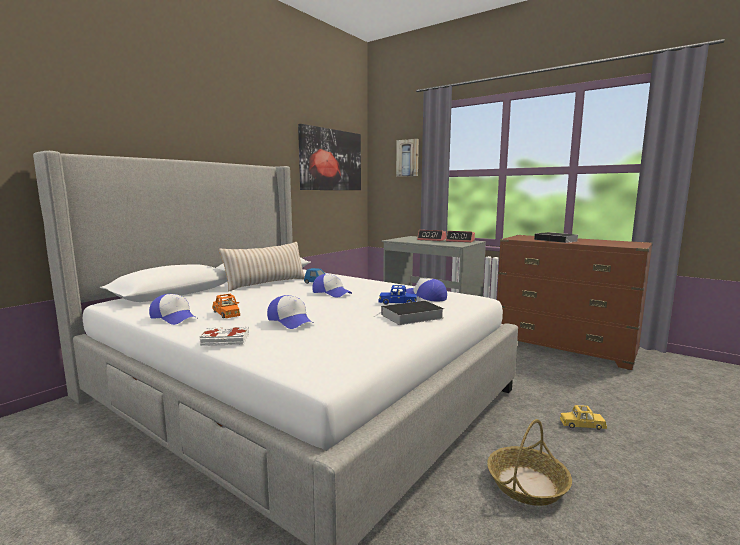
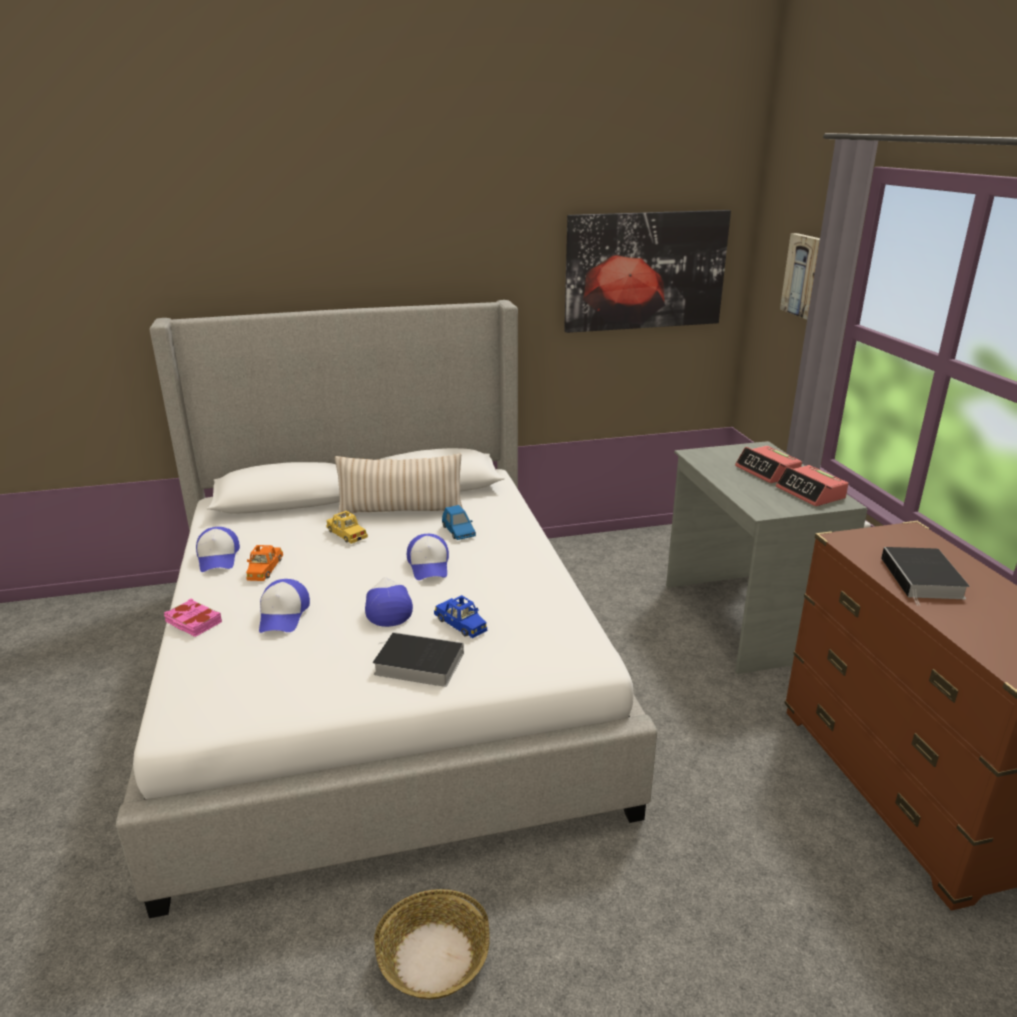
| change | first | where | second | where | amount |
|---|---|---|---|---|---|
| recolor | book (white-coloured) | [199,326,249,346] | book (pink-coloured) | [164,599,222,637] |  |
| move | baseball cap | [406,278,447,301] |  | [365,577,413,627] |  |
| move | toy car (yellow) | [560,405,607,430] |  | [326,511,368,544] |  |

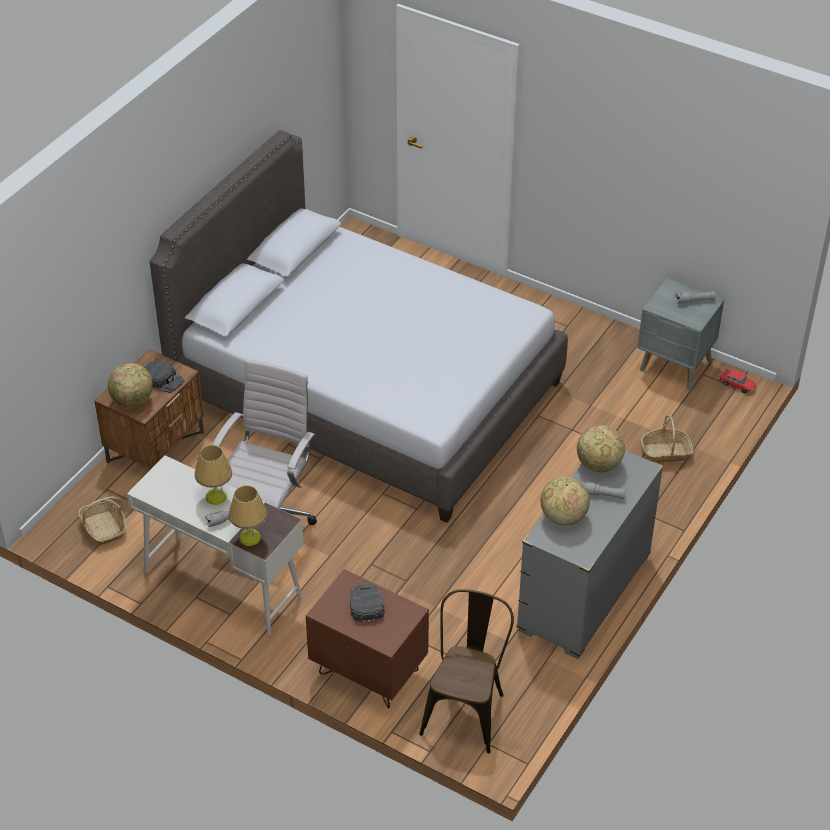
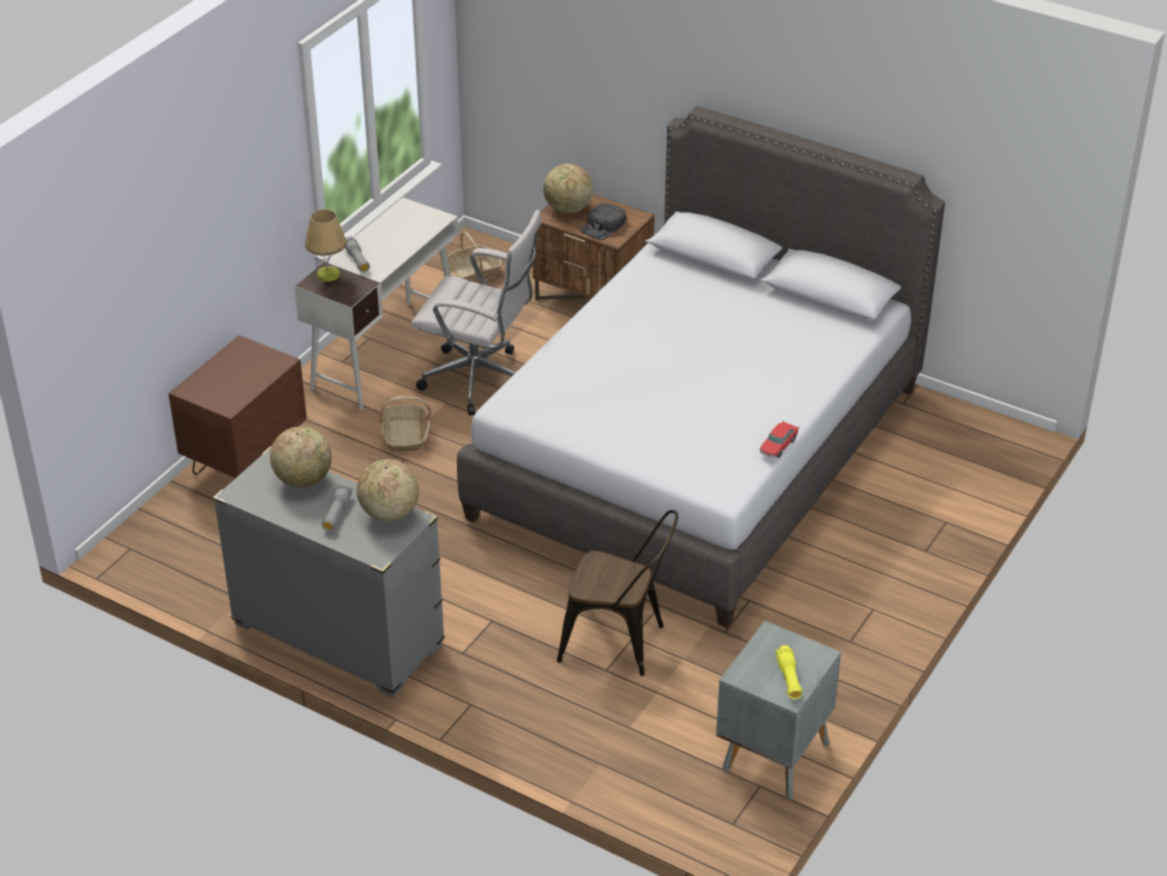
| change | first | where | second | where | amount |
|---|---|---|---|---|---|
| delete | table lamp | [195,445,232,505] |  |  |  |
| delete | baseball cap (black) | [350,584,384,623] |  |  |  |
| move | plain chair (brown) | [419,589,514,753] |  | [557,510,678,676] |  |
| move | basket | [641,415,694,463] |  | [380,396,431,452] |  |
| recolor | hand torch (greyish) | [675,291,716,304] | hand torch (yellow) | [776,645,802,699] |  |
| move | toy car | [720,369,756,393] |  | [759,421,799,458] |  |

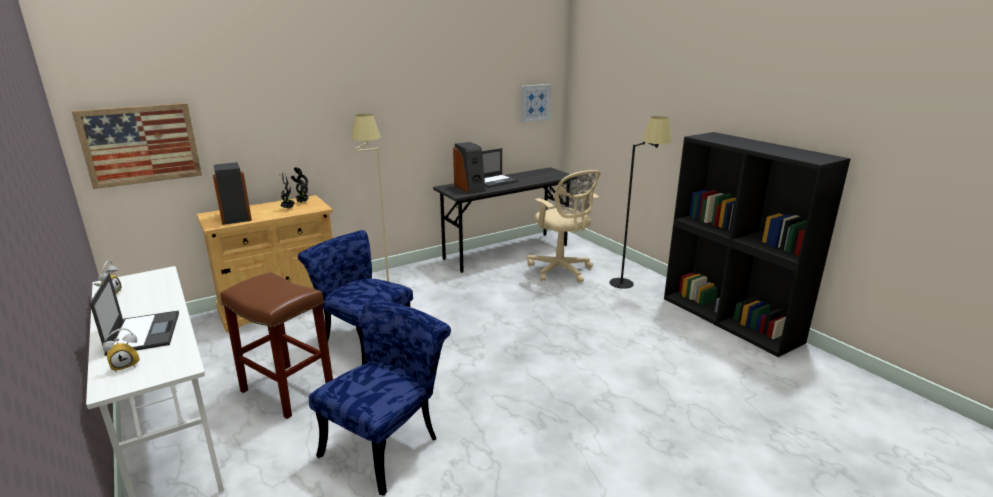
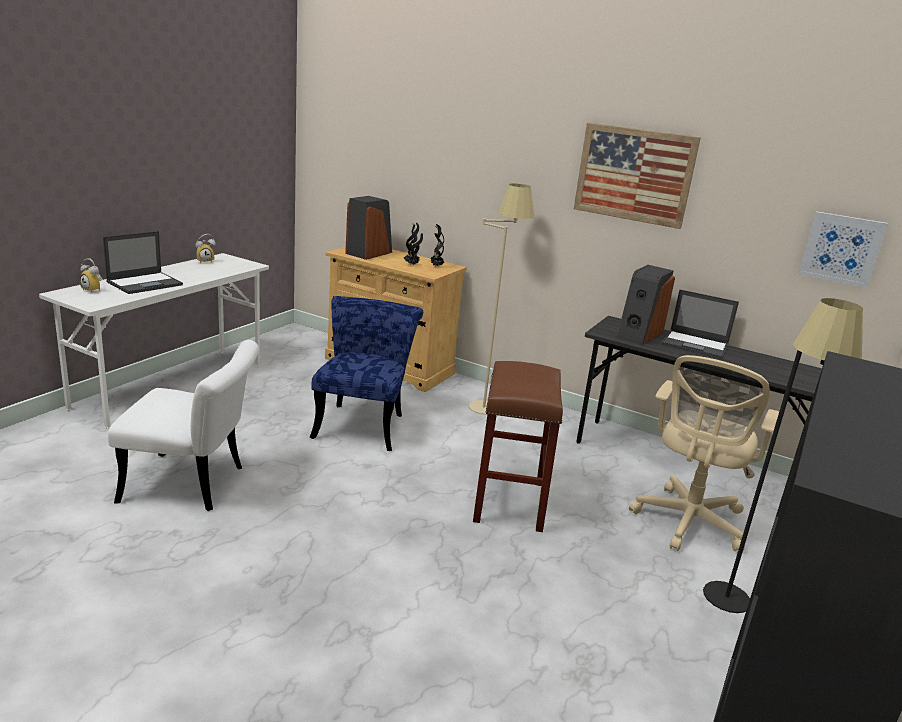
| change | first | where | second | where | amount |
|---|---|---|---|---|---|
| move | wall picture | [71,103,202,189] |  | [574,123,701,229] |  |
| move | stool seat (brown) | [220,272,333,419] |  | [473,361,563,532] |  |
| recolor | plain chair (blue) | [309,298,451,496] | plain chair (white-coloured) | [108,340,259,511] |  |

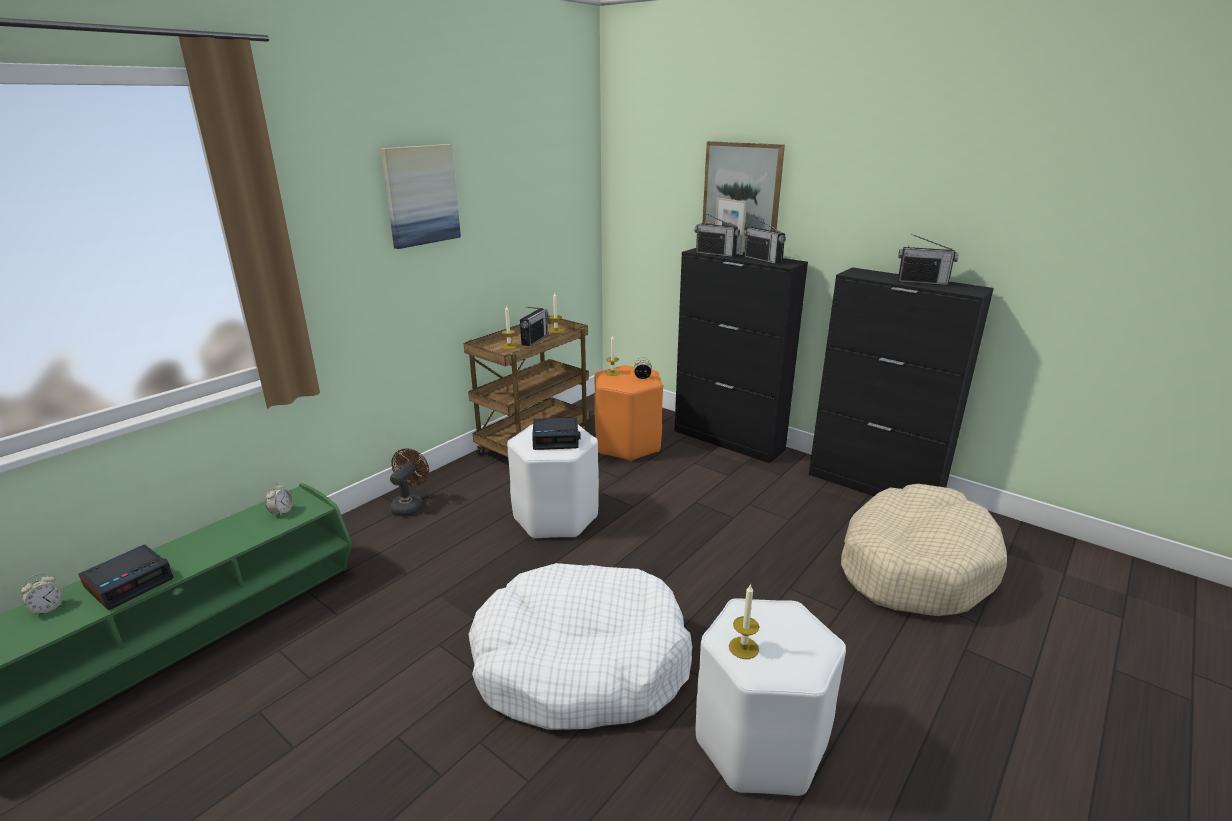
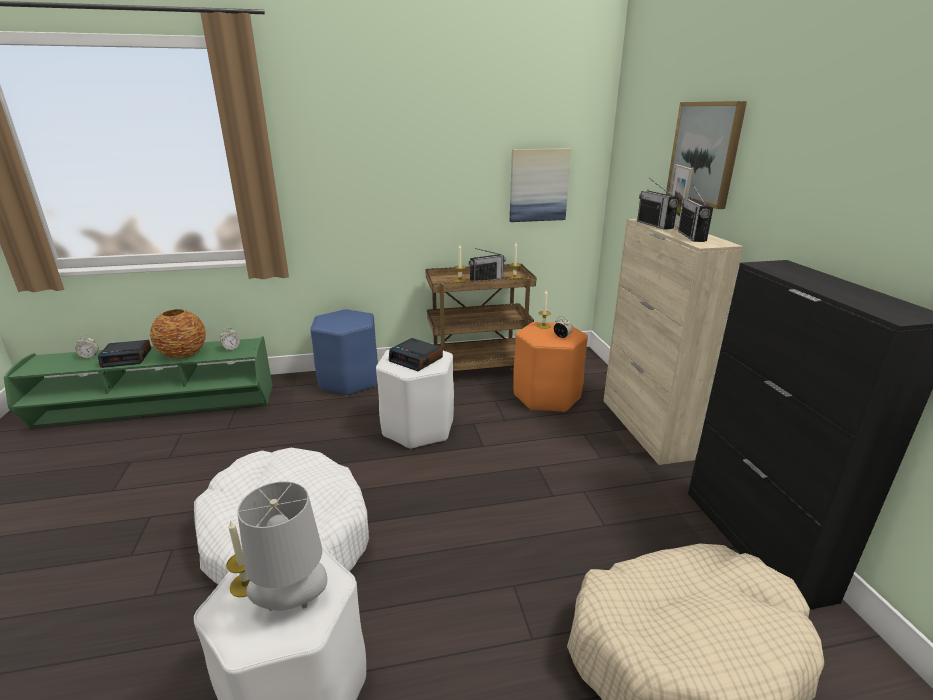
| change | first | where | second | where | amount |
|---|---|---|---|---|---|
| move | wall picture | [380,144,461,249] |  | [510,148,571,222] |  |
| replace | electric fan (brown) | [390,448,429,517] | stool seat (blue) | [310,309,378,396] |  |
| recolor | cabinet (black) | [674,248,808,463] | cabinet (beige) | [603,219,743,465] |  |
| delete | radio set | [898,234,959,285] |  |  |  |
| insert |  |  | decorative vase | [150,309,206,359] |  |
| insert |  |  | table lamp (greyish) | [237,481,327,611] |  |

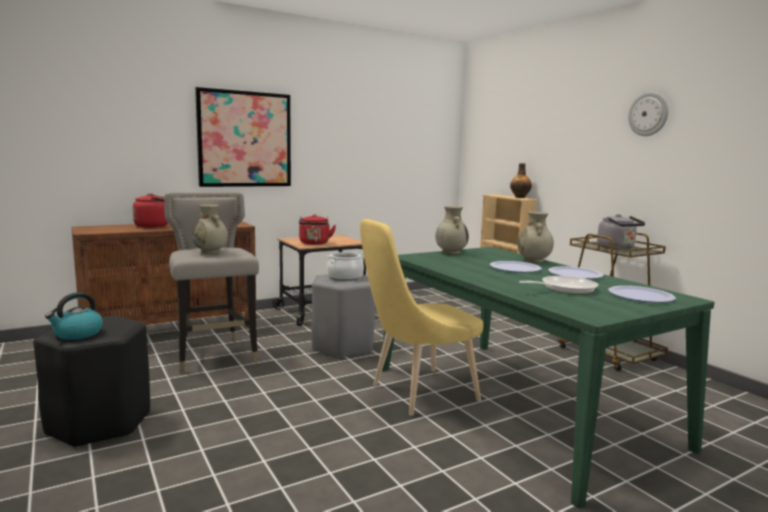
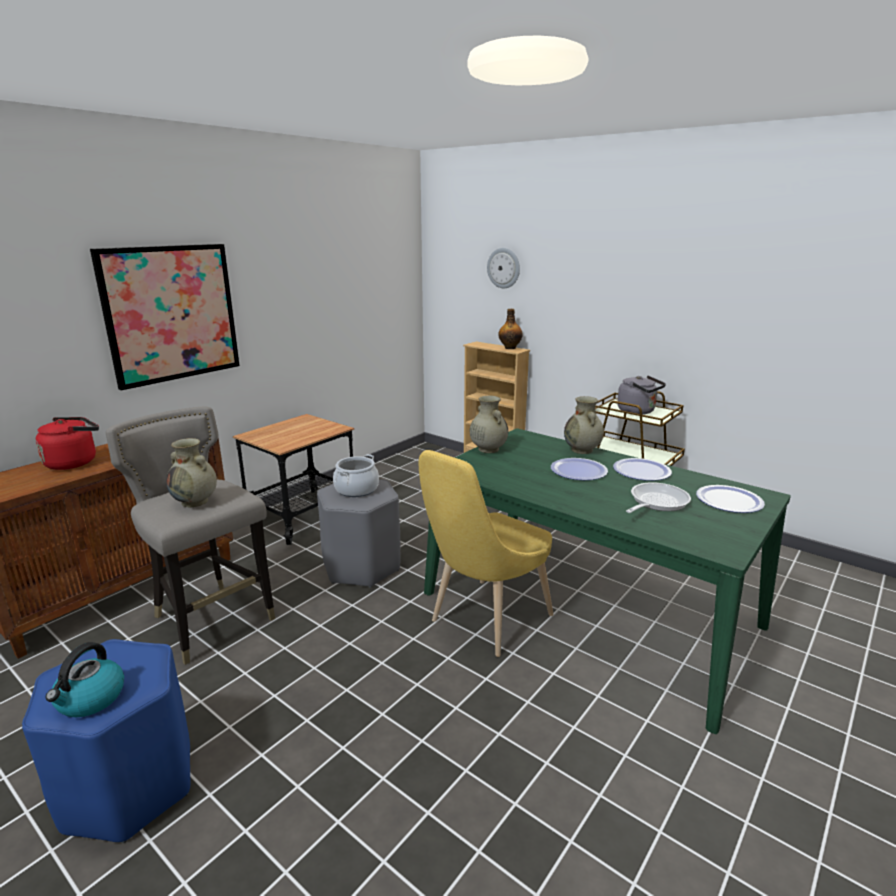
| change | first | where | second | where | amount |
|---|---|---|---|---|---|
| recolor | stool seat (black) | [33,316,150,448] | stool seat (blue) | [22,639,191,843] |  |
| delete | tea kettle (red-coloured) | [299,214,336,245] |  |  |  |
| move | hanging clock | [628,92,668,136] |  | [487,248,520,288] |  |

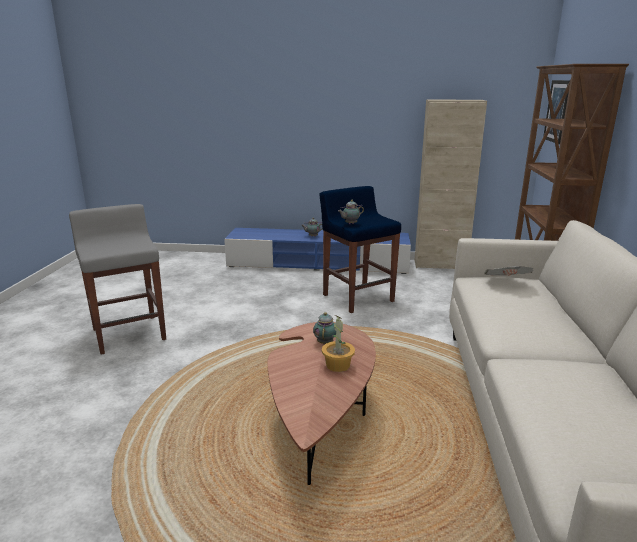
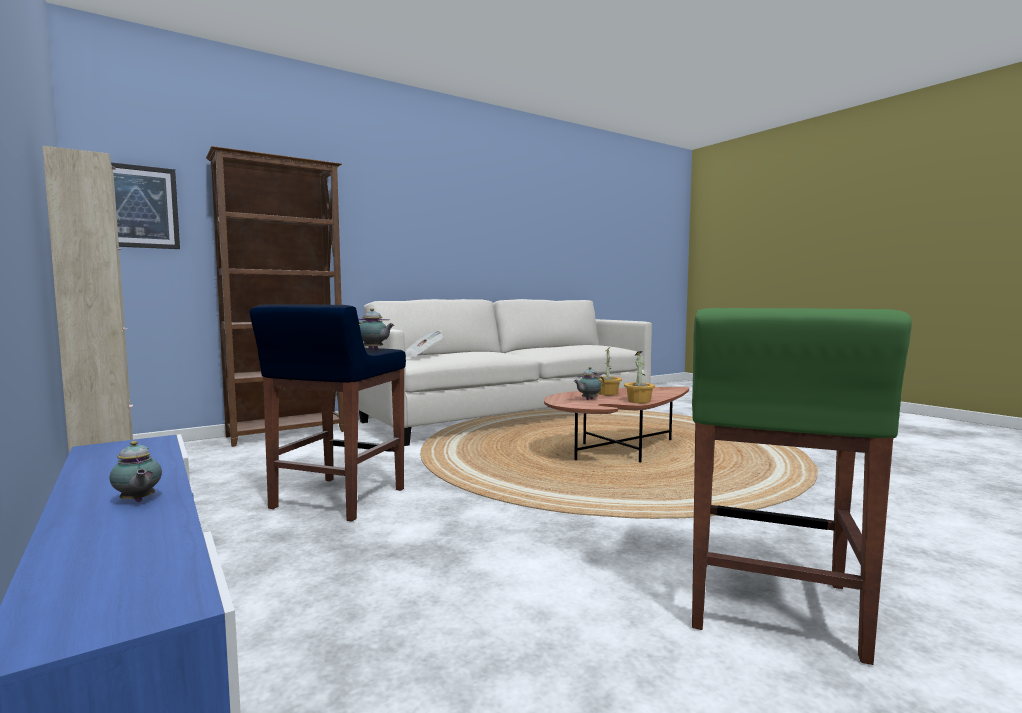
| change | first | where | second | where | amount |
|---|---|---|---|---|---|
| recolor | stool seat (greyish) | [69,204,166,354] | stool seat (green) | [692,308,912,665] |  |
| insert |  |  | potted plant | [624,351,655,403] |  |

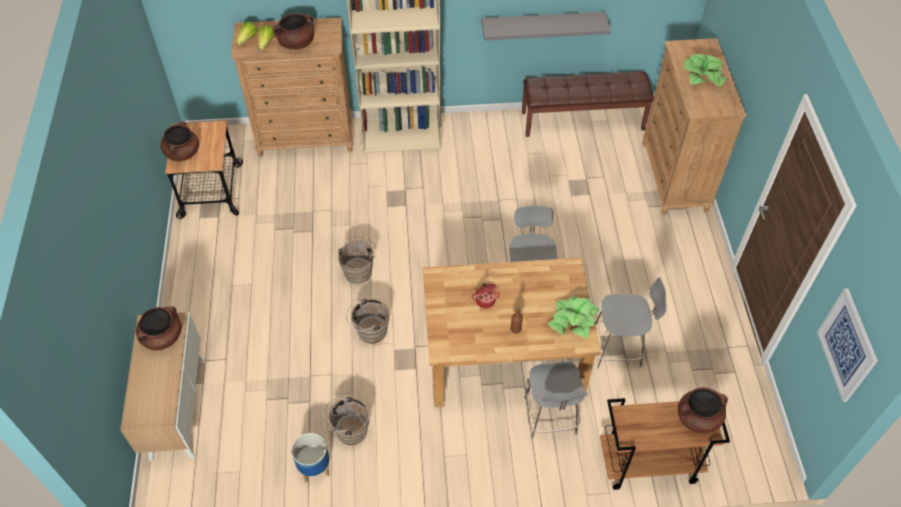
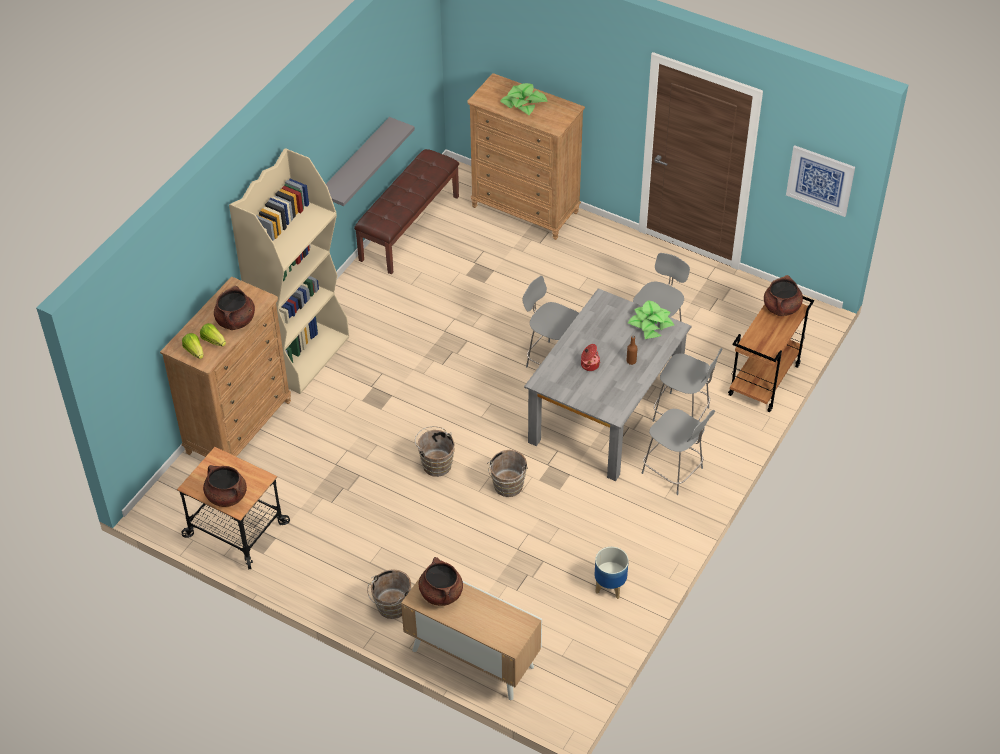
| change | first | where | second | where | amount |
|---|---|---|---|---|---|
| move | bucket (brown) | [323,395,370,445] |  | [367,569,411,619] |  |
| recolor | dining table (brown) | [423,258,601,407] | dining table (greyish) | [524,288,691,481] |  |
| insert |  |  | stool seat (greyish) | [642,409,715,495] |  |

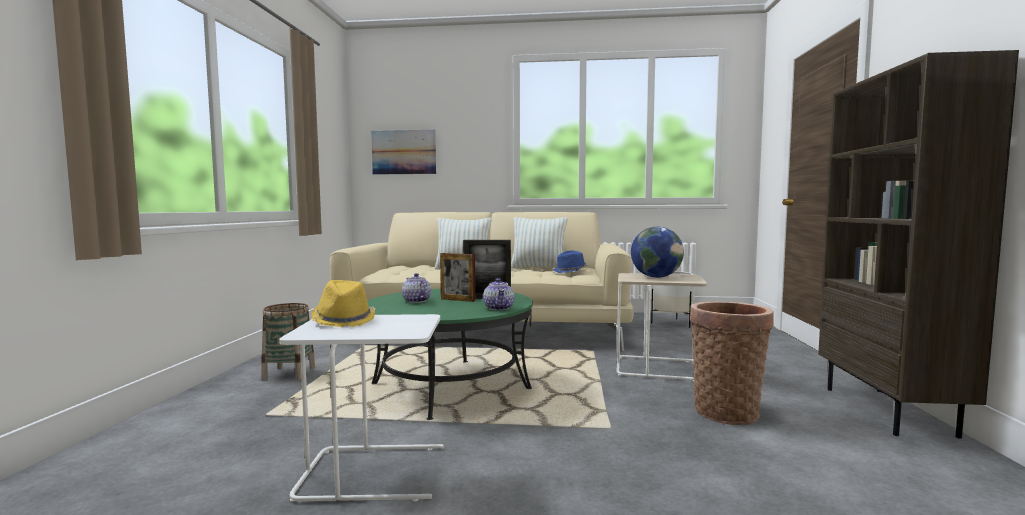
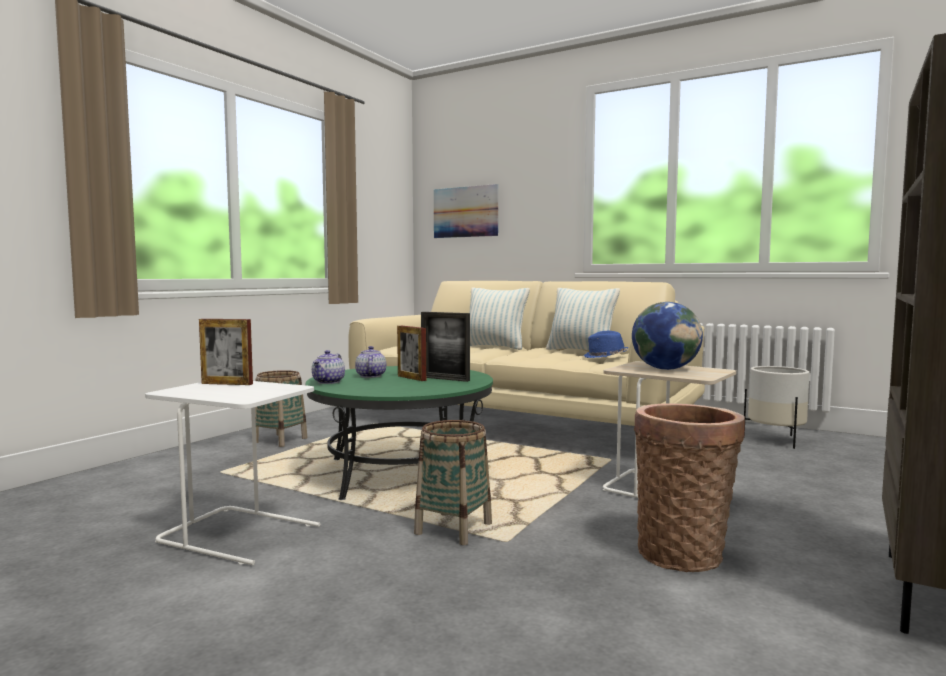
| change | first | where | second | where | amount |
|---|---|---|---|---|---|
| replace | clothing hat (yellow) | [312,280,375,327] | photo frame | [199,319,253,385] |  |
| move | pot for tea | [483,278,514,310] |  | [312,350,345,384] |  |
| insert |  |  | basket | [414,420,492,545] |  |

